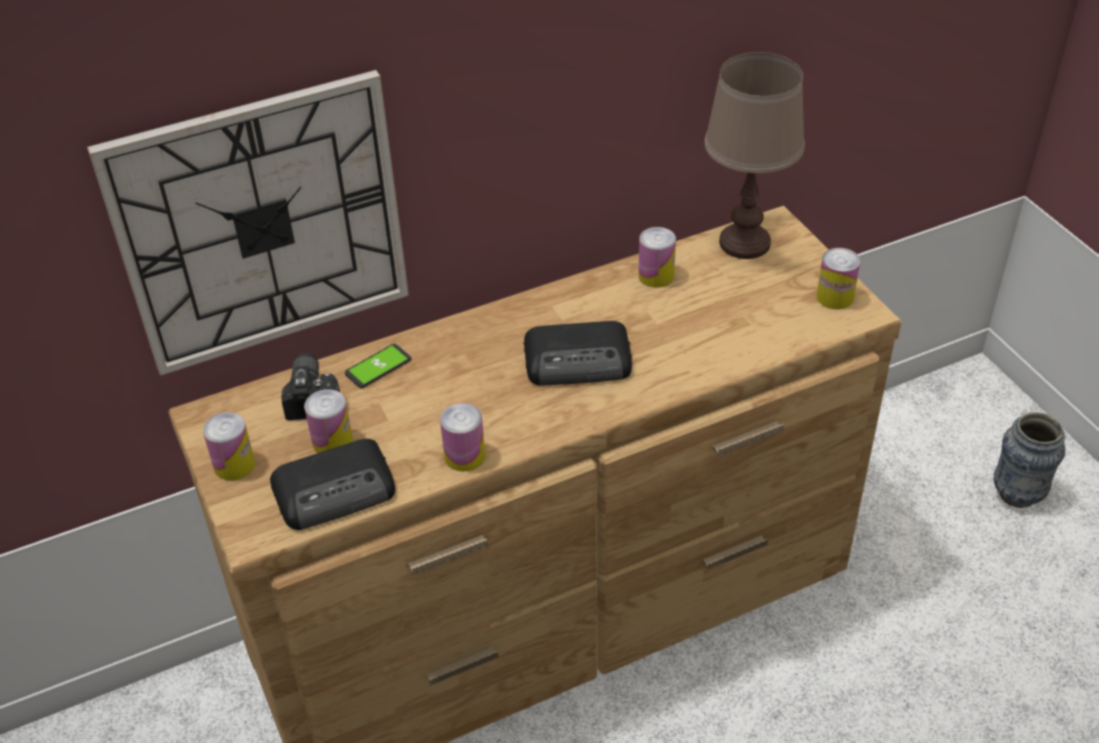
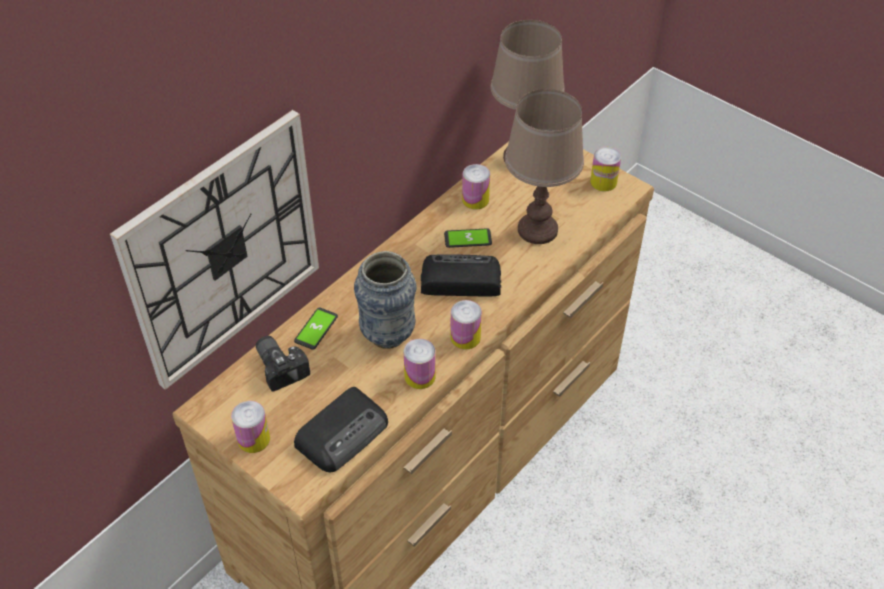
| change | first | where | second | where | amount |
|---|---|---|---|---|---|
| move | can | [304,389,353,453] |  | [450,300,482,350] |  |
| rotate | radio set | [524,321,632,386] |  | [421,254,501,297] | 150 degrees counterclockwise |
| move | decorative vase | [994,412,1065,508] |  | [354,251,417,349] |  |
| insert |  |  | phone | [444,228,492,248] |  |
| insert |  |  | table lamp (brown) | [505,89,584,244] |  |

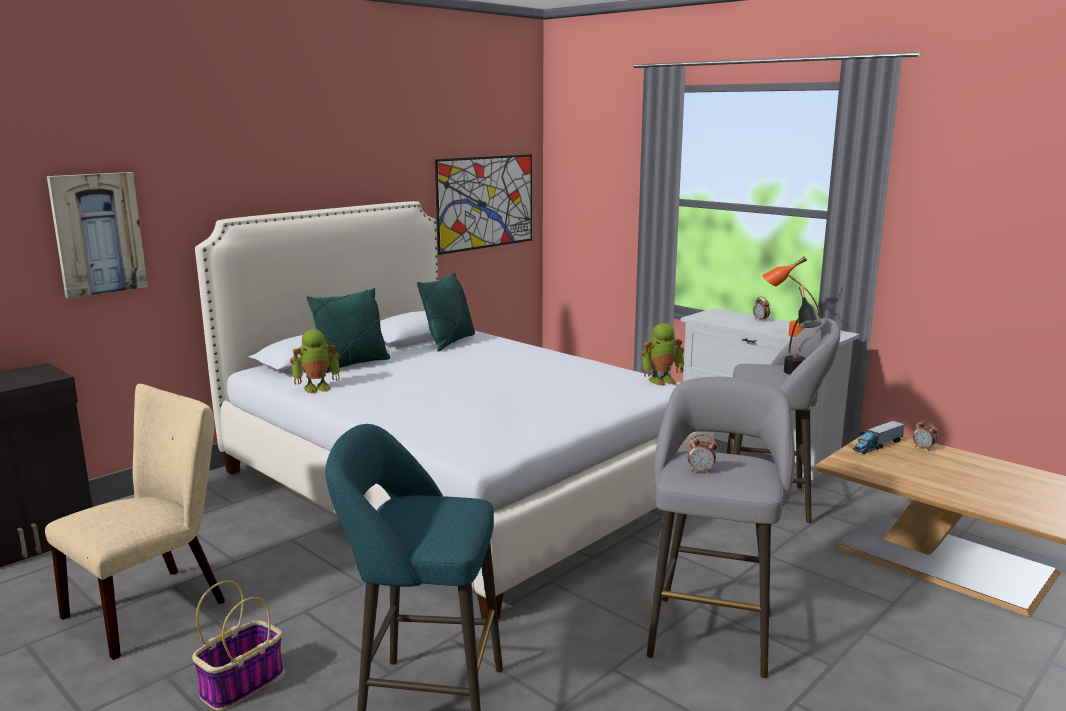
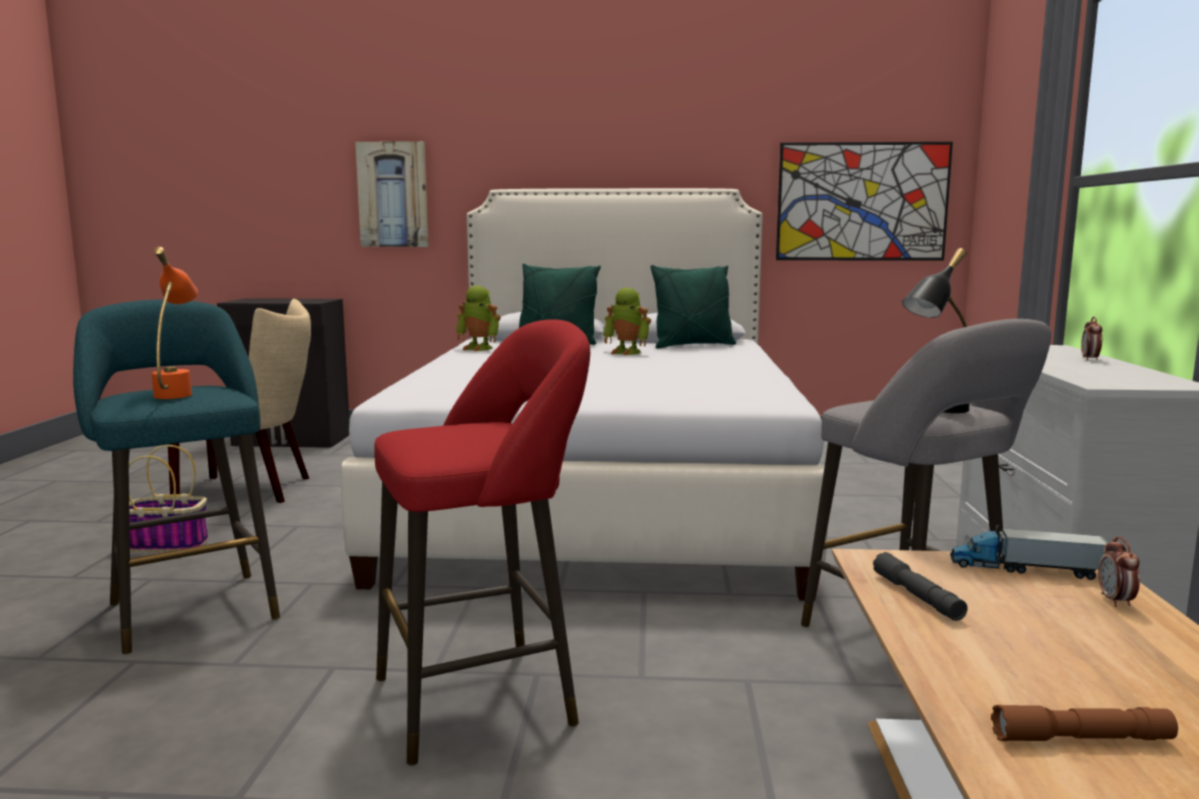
| change | first | where | second | where | amount |
|---|---|---|---|---|---|
| move | toy robot | [640,323,684,386] |  | [603,287,651,355] |  |
| recolor | stool seat (greyish) | [647,377,795,678] | stool seat (red-coloured) | [374,319,590,765] |  |
| delete | alarm clock | [687,435,717,473] |  |  |  |
| move | table lamp (orangey) | [762,256,821,337] |  | [151,247,198,399] |  |
| insert |  |  | hand torch (greyish) | [873,552,968,621] |  |
| insert |  |  | hand torch (brown) | [991,705,1178,741] |  |

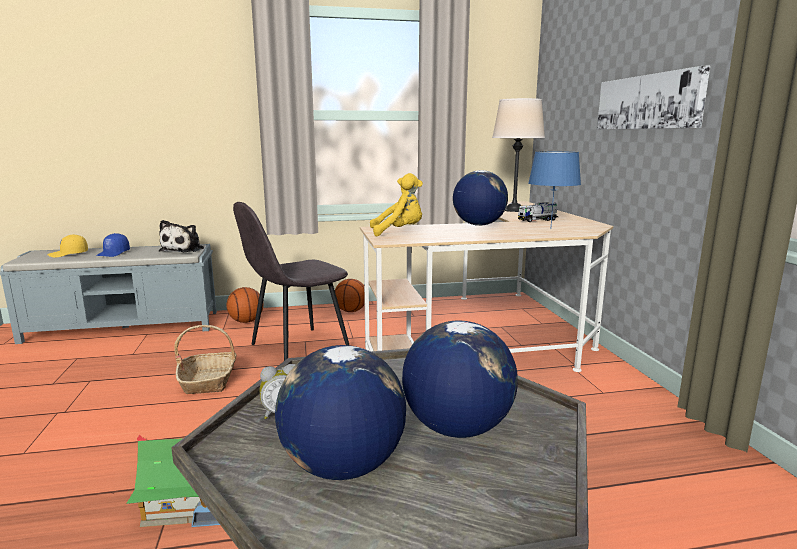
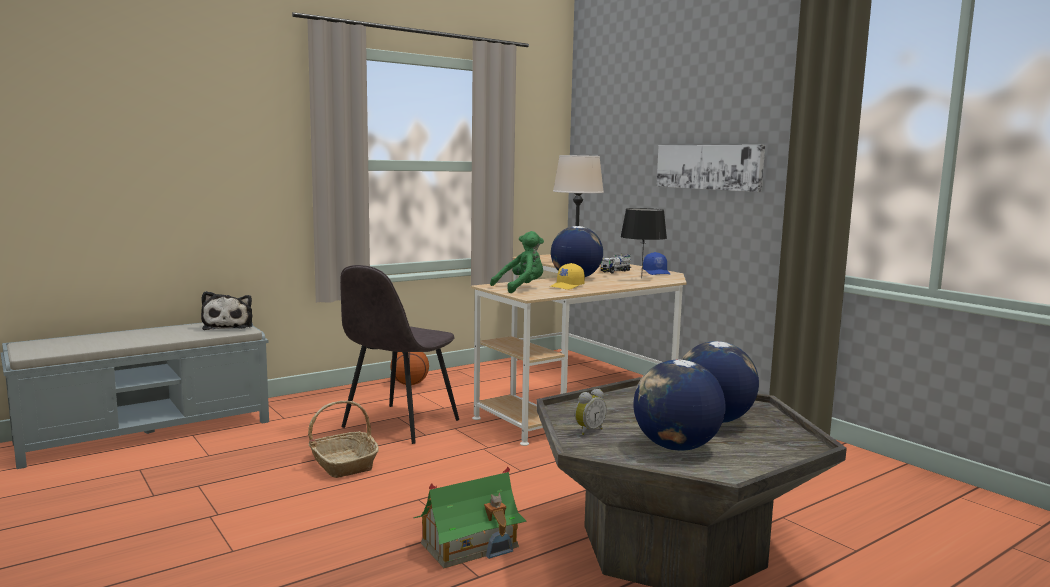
| change | first | where | second | where | amount |
|---|---|---|---|---|---|
| move | baseball cap (yellow) | [47,234,88,258] |  | [550,263,585,290] |  |
| move | baseball cap (blue) | [96,233,130,257] |  | [643,252,671,275] |  |
| delete | basketball ball | [226,287,263,323] |  |  |  |
| recolor | cuddly toy (yellow) | [370,173,423,237] | cuddly toy (green) | [490,231,544,293] |  |
| recolor | table lamp (blue) | [528,151,581,225] | table lamp (black) | [620,208,667,279] |  |

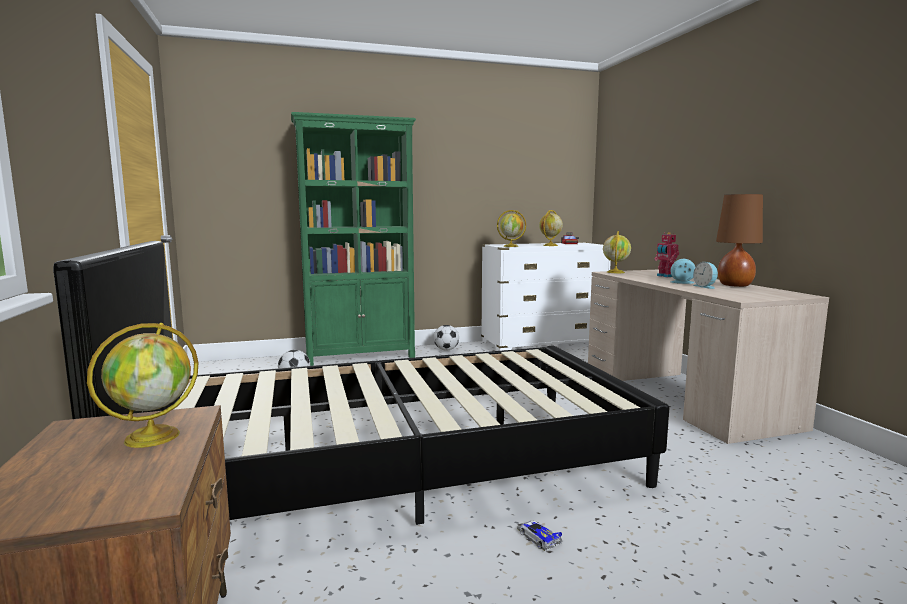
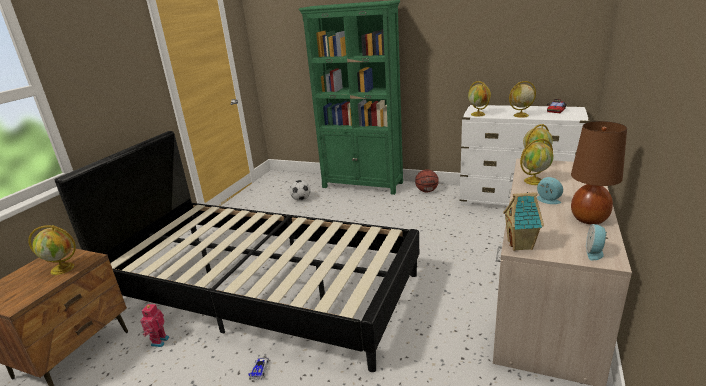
| change | first | where | second | where | amount |
|---|---|---|---|---|---|
| replace | football | [434,325,459,351] | basketball ball | [415,169,439,192] |  |
| move | toy robot | [654,232,679,277] |  | [140,302,169,347] |  |
| move | alarm clock | [693,262,718,289] |  | [586,224,609,261] |  |
| insert |  |  | miniature house | [503,192,544,251] |  |
| insert |  |  | world globe | [520,138,554,185] |  |

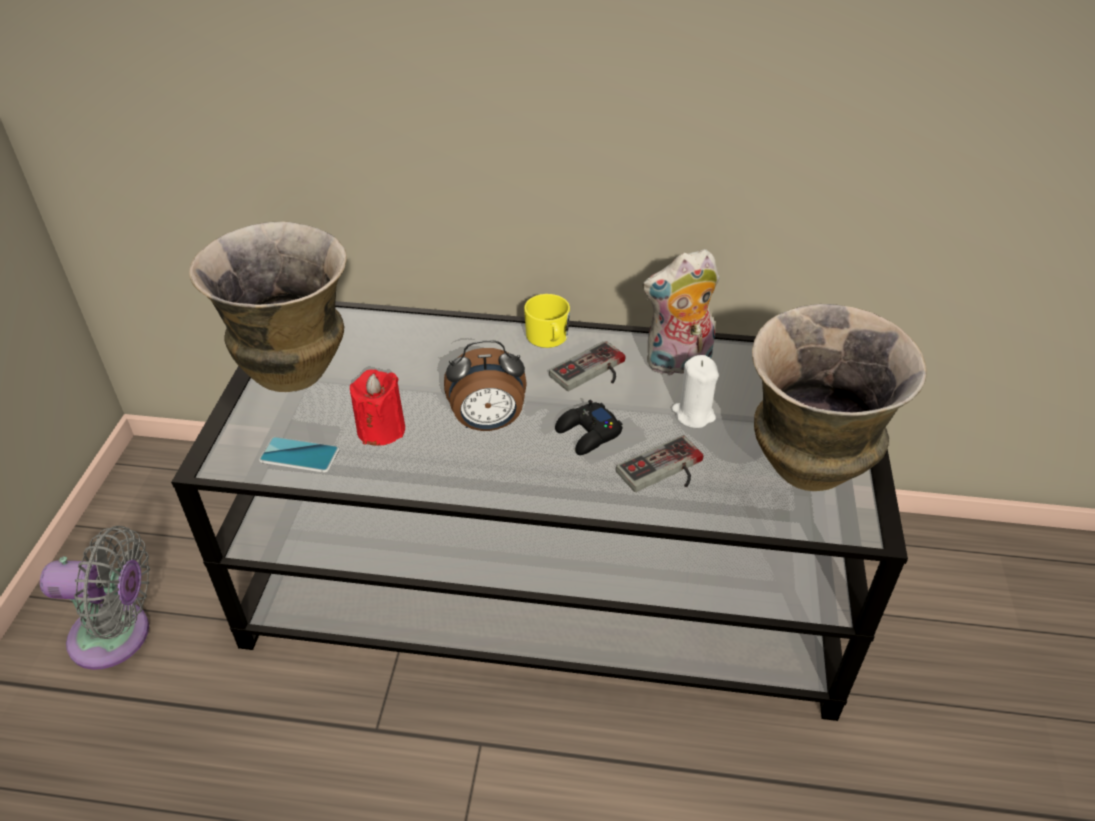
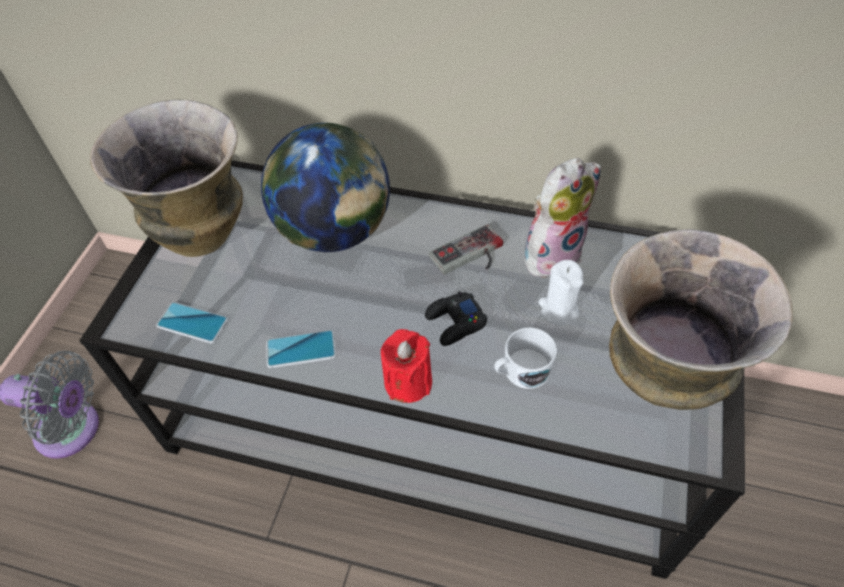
| change | first | where | second | where | amount |
|---|---|---|---|---|---|
| move | wax light (red-coloured) | [350,369,405,446] |  | [381,329,432,403] |  |
| delete | alarm clock | [444,340,527,431] |  |  |  |
| delete | coffee mug (yellow) | [524,294,570,348] |  |  |  |
| replace | joypad | [616,435,703,492] | coffee mug (white-coloured) | [494,328,557,389] |  |
| rotate | cuddly toy | [642,249,719,376] |  | [524,158,601,278] | 150 degrees clockwise |
| insert |  |  | world globe | [261,123,390,252] |  |
| insert |  |  | phone | [266,330,336,368] |  |

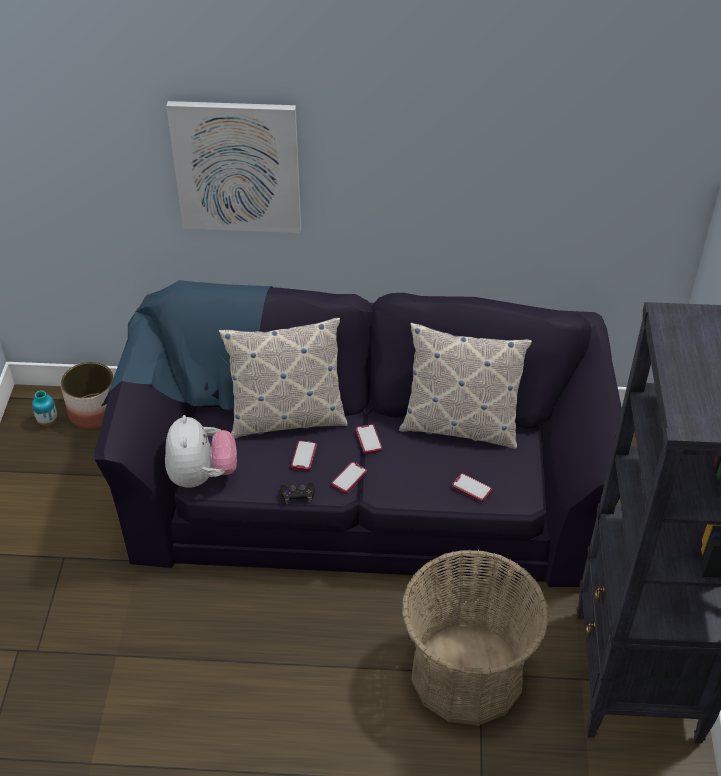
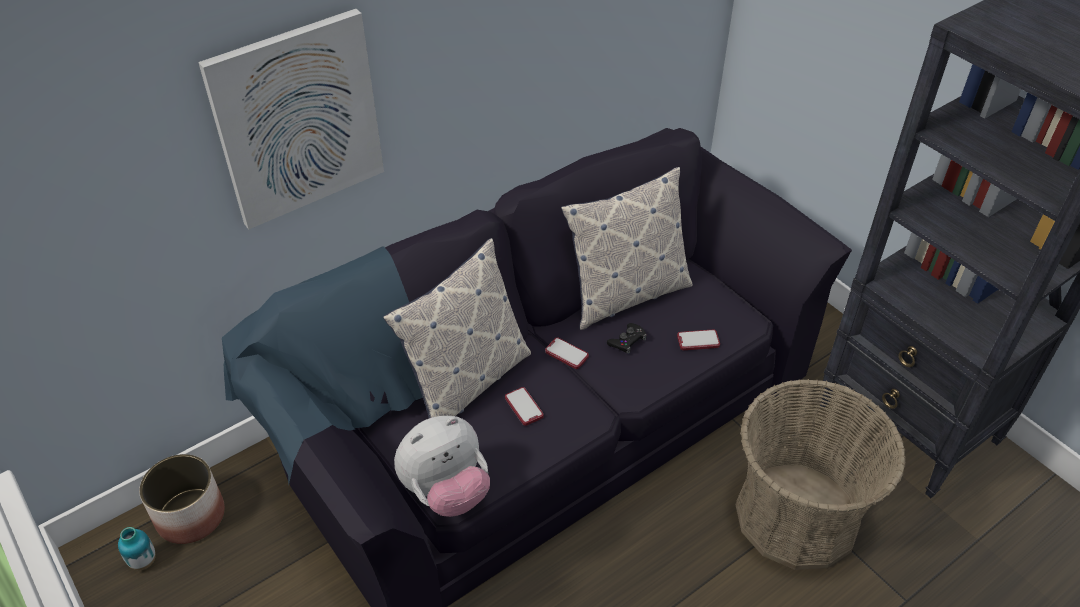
| change | first | where | second | where | amount |
|---|---|---|---|---|---|
| rotate | cuddly toy | [165,415,237,488] |  | [394,416,490,517] | 105 degrees clockwise |
| move | joypad (black) | [280,482,315,504] |  | [607,323,647,354] |  |
| delete | phone | [332,462,367,494] |  |  |  |

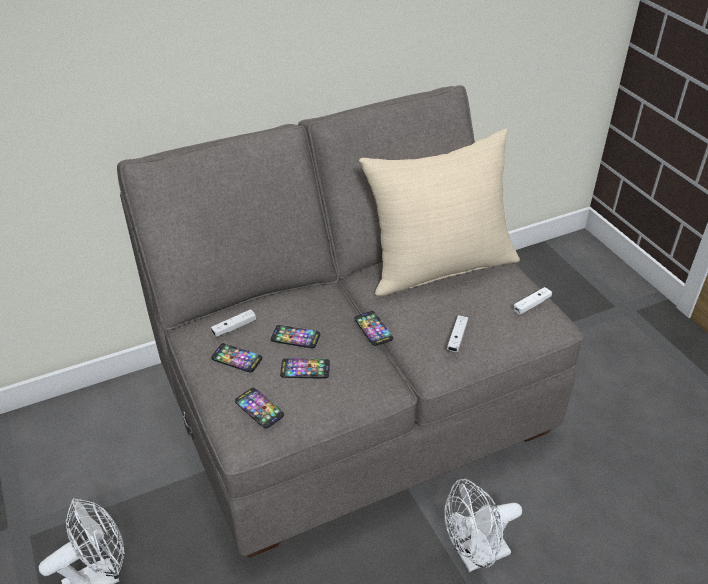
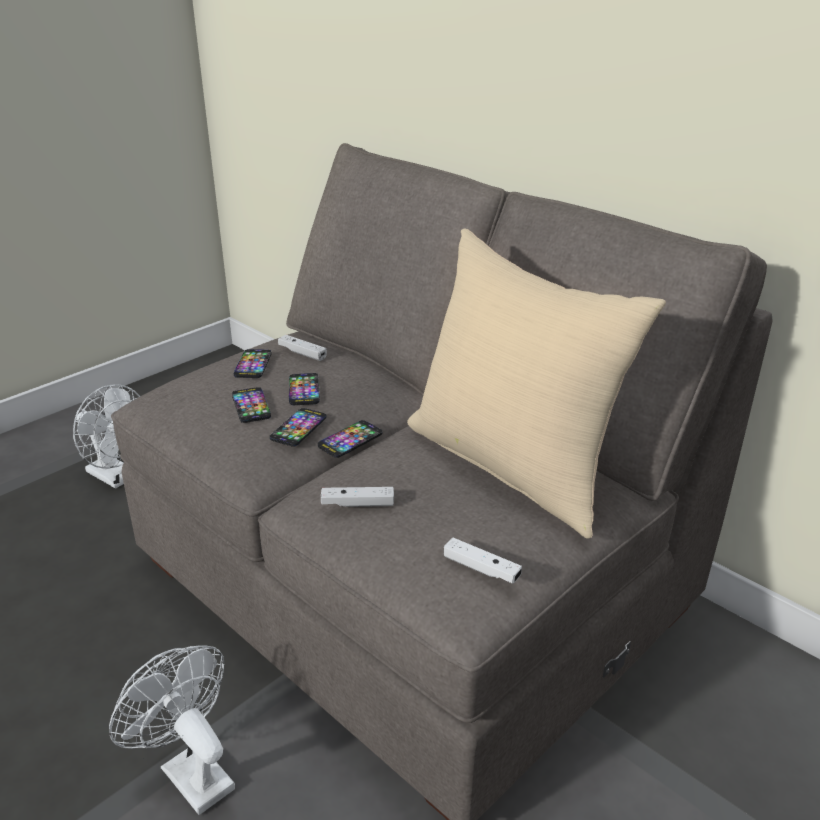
| change | first | where | second | where | amount |
|---|---|---|---|---|---|
| move | phone | [235,388,284,429] |  | [270,408,327,447] |  |

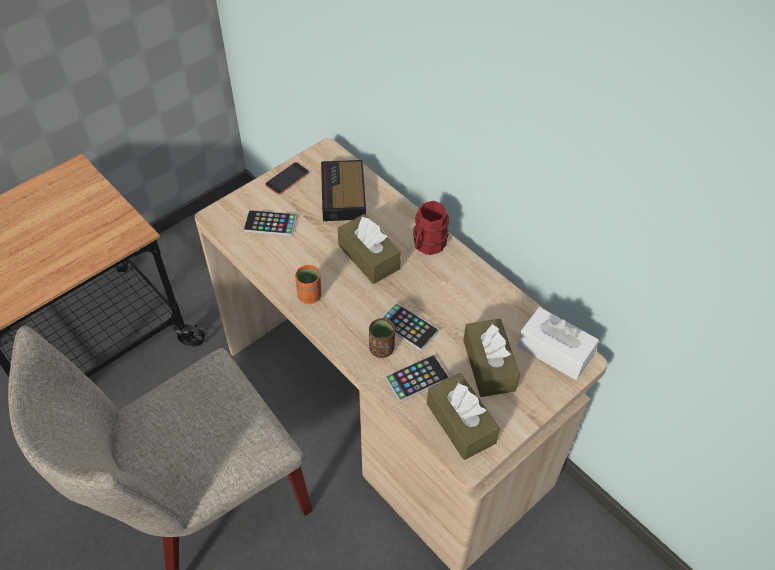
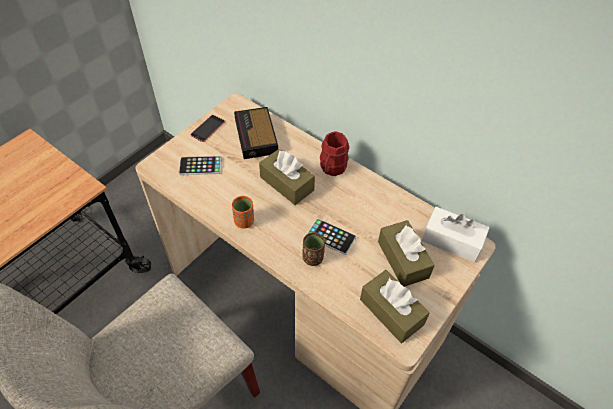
| change | first | where | second | where | amount |
|---|---|---|---|---|---|
| delete | phone | [385,355,449,402] |  |  |  |

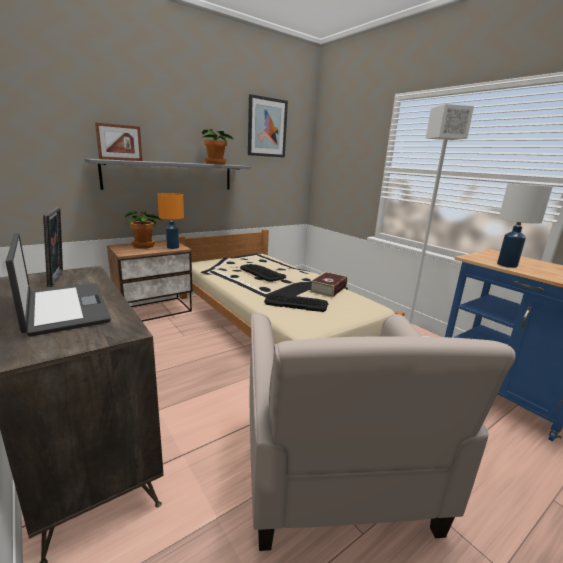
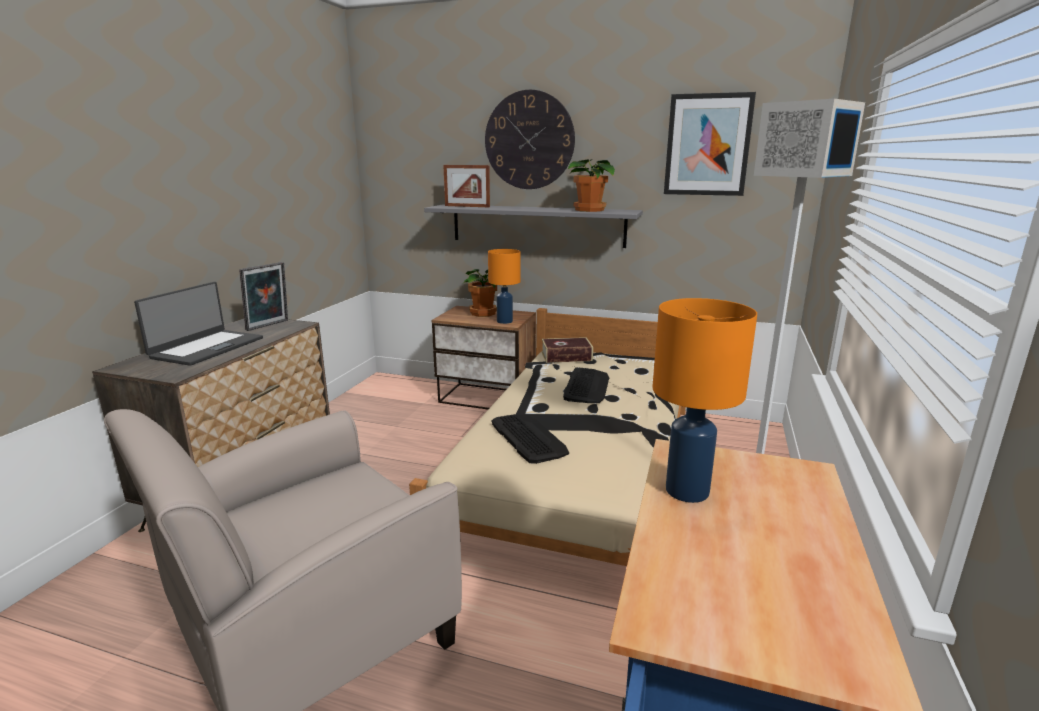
| change | first | where | second | where | amount |
|---|---|---|---|---|---|
| move | book | [309,272,347,298] |  | [542,337,593,363] |  |
| recolor | table lamp (white-coloured) | [497,183,553,268] | table lamp (orangey) | [652,298,757,503] |  |
| insert |  |  | hanging clock | [485,90,575,189] |  |

